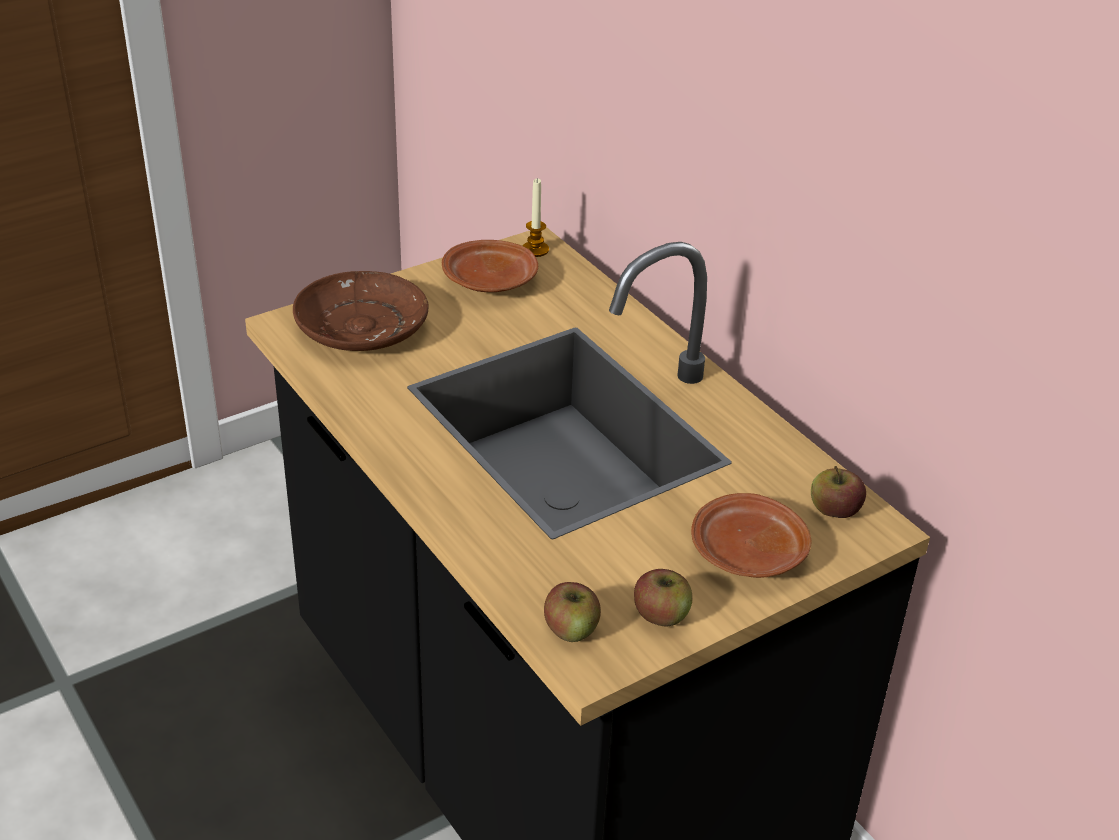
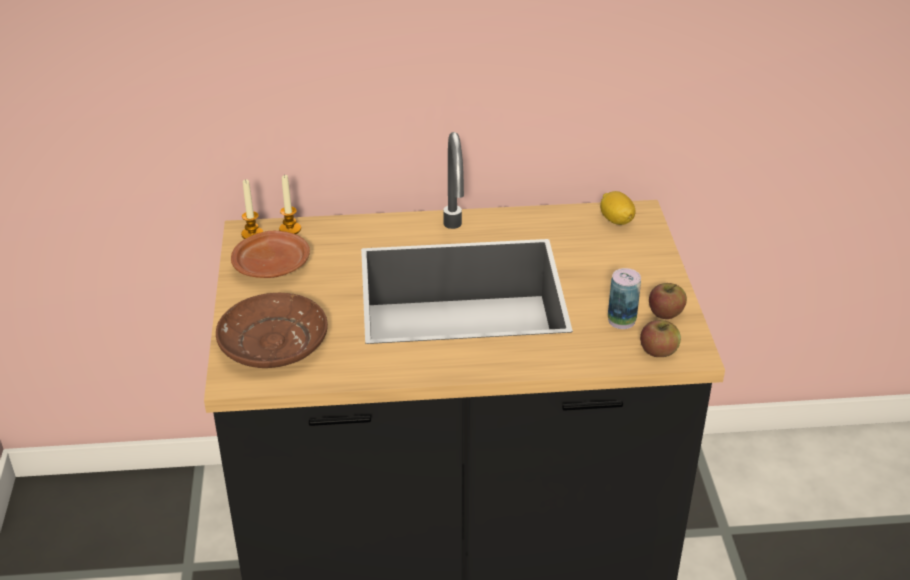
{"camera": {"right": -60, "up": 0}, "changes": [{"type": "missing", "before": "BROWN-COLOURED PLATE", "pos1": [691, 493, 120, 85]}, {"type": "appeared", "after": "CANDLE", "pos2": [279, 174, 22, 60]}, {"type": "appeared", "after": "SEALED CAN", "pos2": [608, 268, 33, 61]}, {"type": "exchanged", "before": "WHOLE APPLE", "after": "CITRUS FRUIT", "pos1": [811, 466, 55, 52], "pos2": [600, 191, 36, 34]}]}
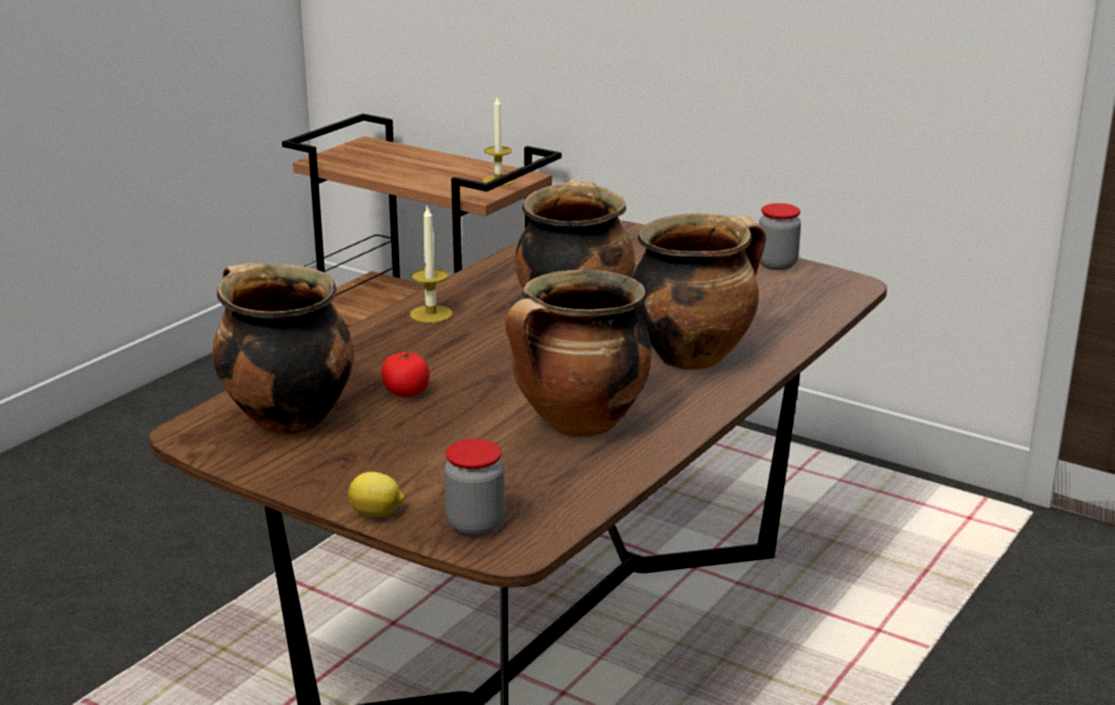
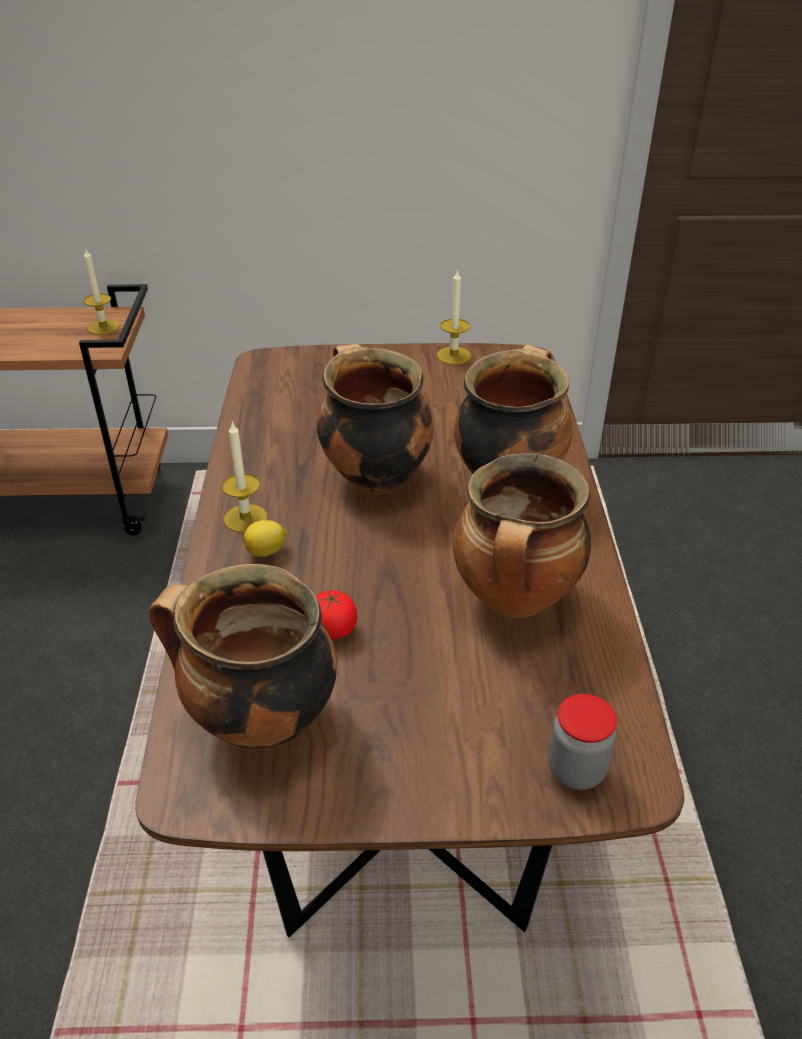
{"camera": {"right": -35, "up": 15}, "changes": [{"type": "relocated", "before": "CITRUS FRUIT", "pos1": [348, 472, 56, 45], "pos2": [243, 520, 44, 37]}, {"type": "exchanged", "before": "JAR", "after": "CANDLE", "pos1": [759, 203, 42, 67], "pos2": [437, 269, 34, 96]}]}
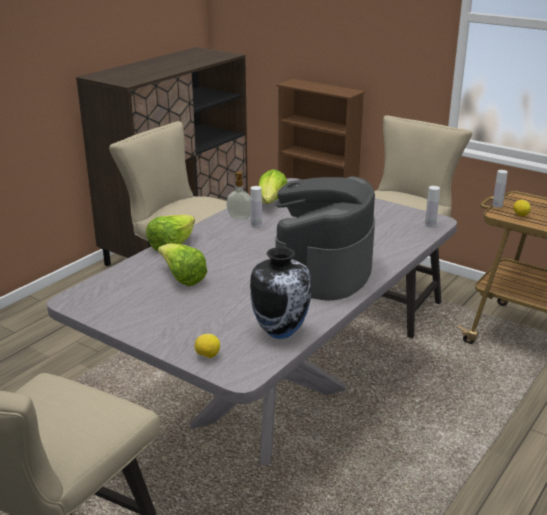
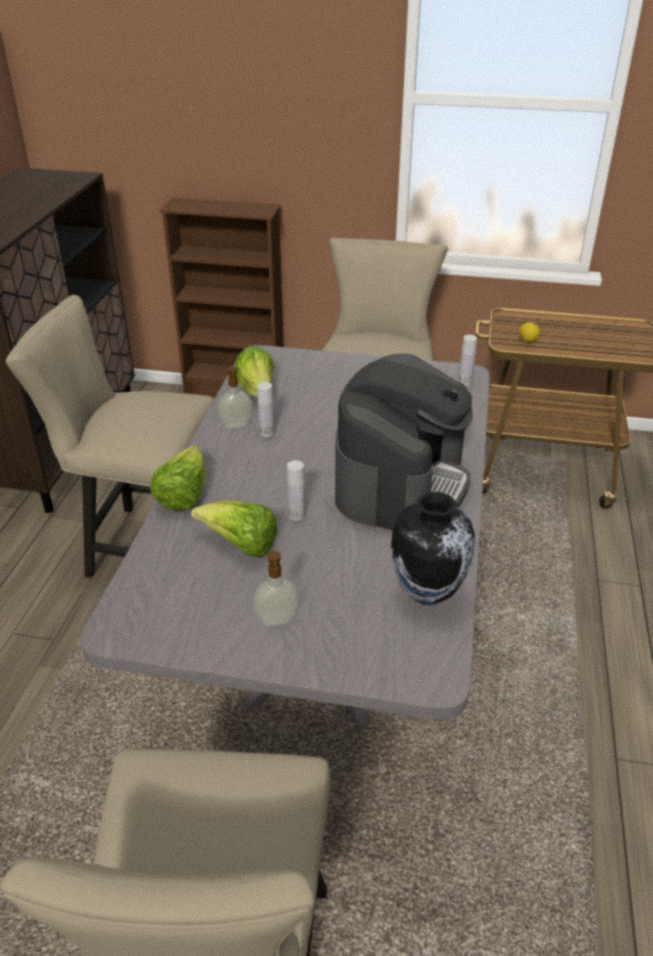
{"camera": {"right": -25, "up": 10}, "changes": [{"type": "missing", "before": "CITRUS FRUIT", "pos1": [195, 334, 25, 24]}, {"type": "appeared", "after": "LIQUID SOAP BOTTLE", "pos2": [252, 551, 49, 75]}, {"type": "relocated", "before": "WHITE BEVERAGE BOTTLE", "pos1": [492, 170, 16, 38], "pos2": [287, 460, 18, 61]}, {"type": "spun", "before": "COFFEE BREWER", "pos1": [275, 176, 100, 125], "pos2": [335, 354, 138, 177], "turn": -150}]}
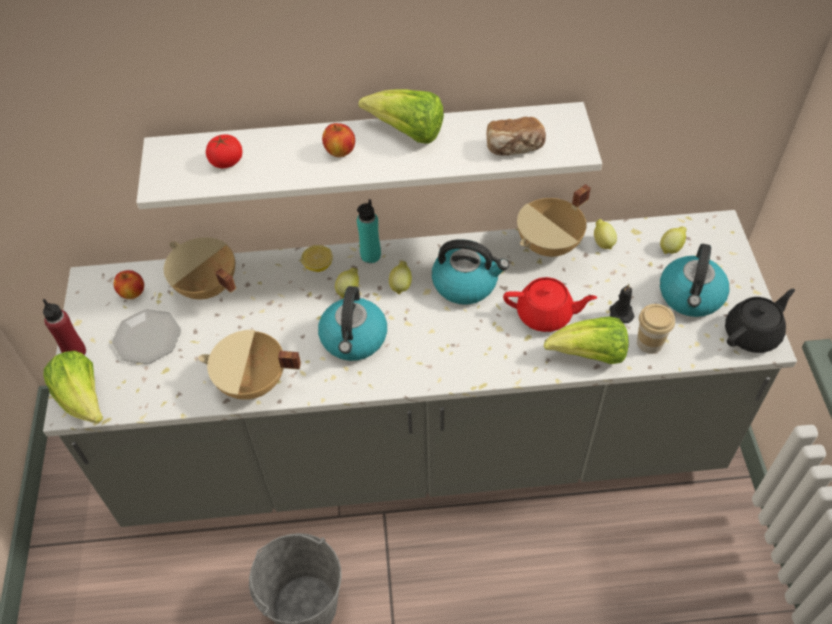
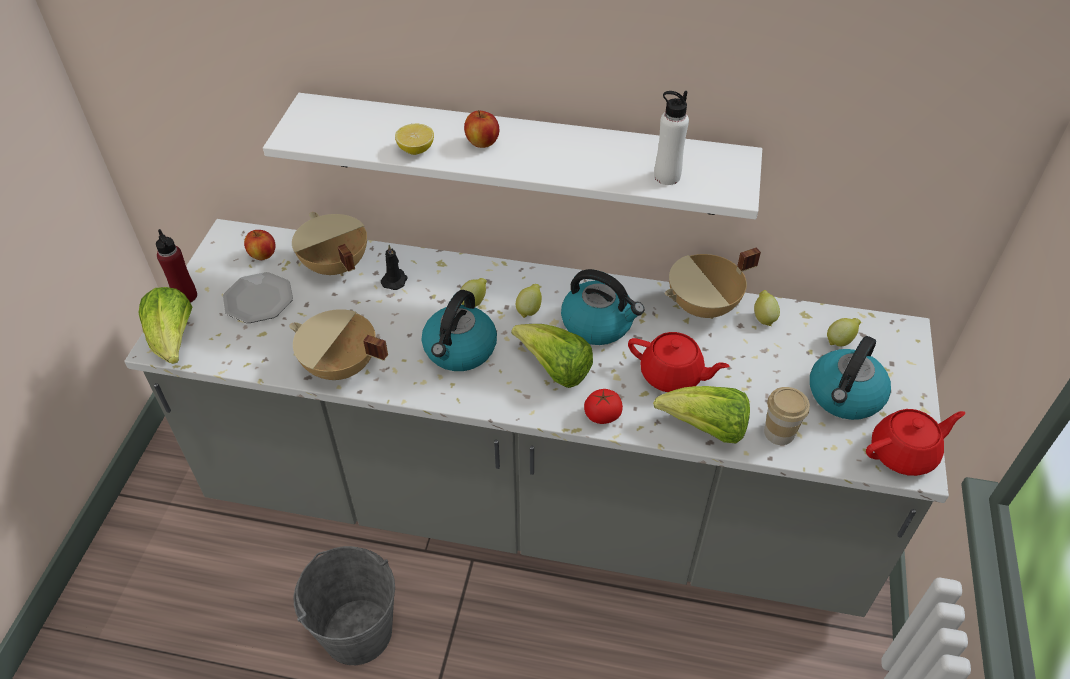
{"camera": {"right": 15, "up": -5}, "changes": [{"type": "missing", "before": "TURQUOISE BEVERAGE BOTTLE", "pos1": [357, 199, 24, 64]}, {"type": "relocated", "before": "WHOLE TOMATO", "pos1": [206, 134, 36, 34], "pos2": [584, 389, 39, 35]}, {"type": "relocated", "before": "CITRUS FRUIT", "pos1": [301, 245, 32, 27], "pos2": [395, 124, 39, 31]}, {"type": "relocated", "before": "LETTUCE", "pos1": [358, 89, 86, 55], "pos2": [511, 324, 82, 64]}, {"type": "relocated", "before": "BLACKISH CANDLE", "pos1": [610, 284, 25, 39], "pos2": [381, 245, 27, 45]}, {"type": "exchanged", "before": "BAKED BREAD", "after": "WHITE BEVERAGE BOTTLE", "pos1": [487, 117, 59, 39], "pos2": [654, 91, 35, 94]}, {"type": "colour", "before": "BLACKISH POT FOR TEA", "after": "RED-COLOURED POT FOR TEA", "pos1": [725, 289, 70, 64], "pos2": [866, 409, 99, 67]}]}
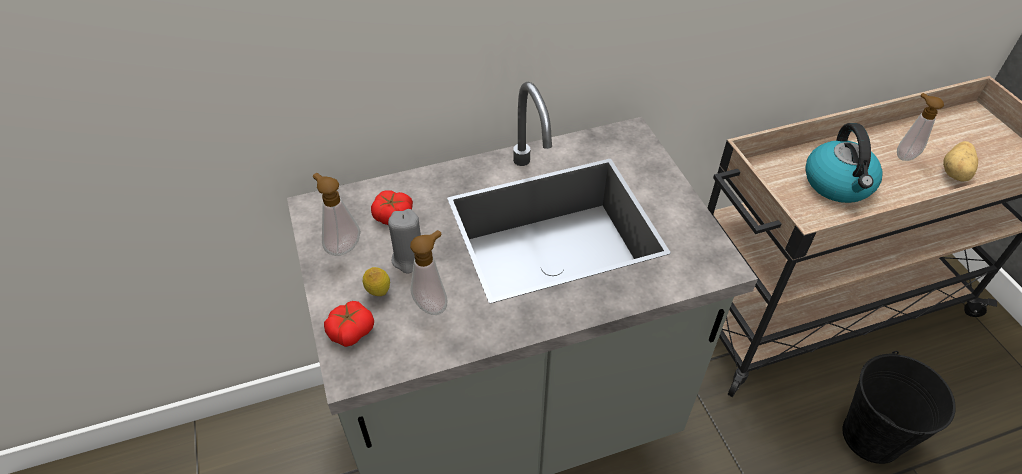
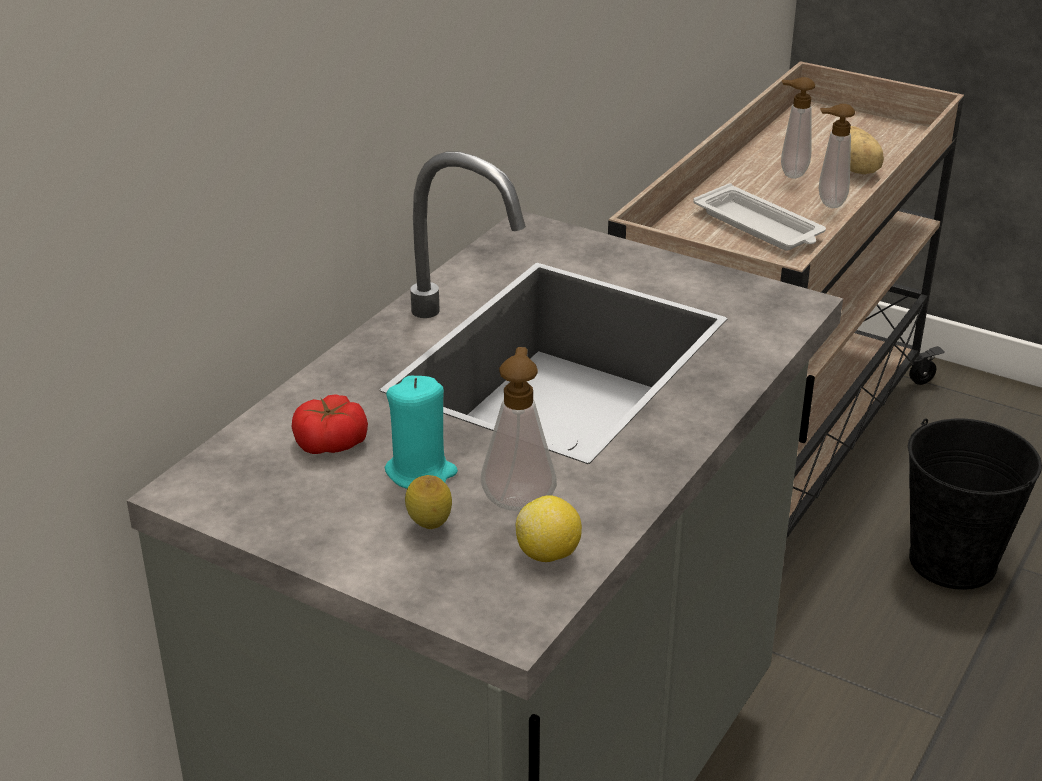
{"camera": {"right": -40, "up": -15}, "changes": [{"type": "missing", "before": "WHOLE TOMATO", "pos1": [324, 301, 50, 46]}, {"type": "appeared", "after": "CITRUS FRUIT", "pos2": [516, 496, 66, 66]}, {"type": "relocated", "before": "LIQUID SOAP BOTTLE", "pos1": [313, 173, 48, 83], "pos2": [819, 104, 36, 104]}, {"type": "exchanged", "before": "WATER KETTLE", "after": "WHITE CARRYING TRAY", "pos1": [806, 123, 77, 80], "pos2": [693, 183, 133, 67]}, {"type": "colour", "before": "GRAY CANDLE", "after": "TURQUOISE CANDLE", "pos1": [388, 209, 33, 65], "pos2": [385, 376, 73, 113]}]}
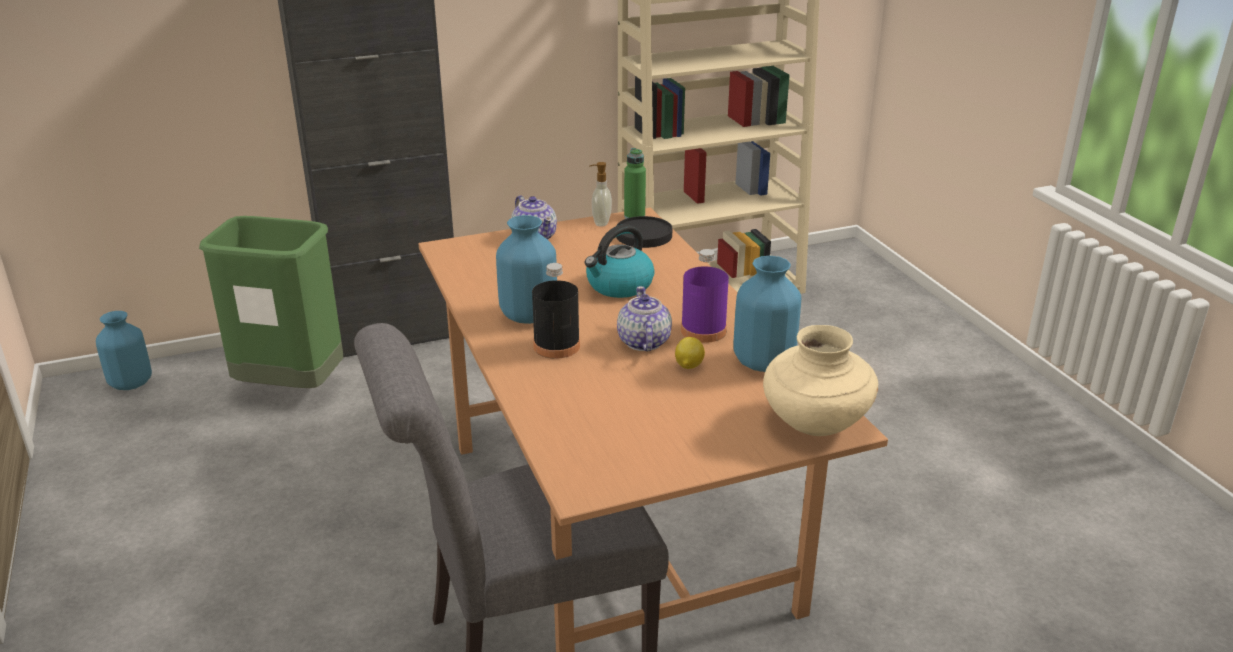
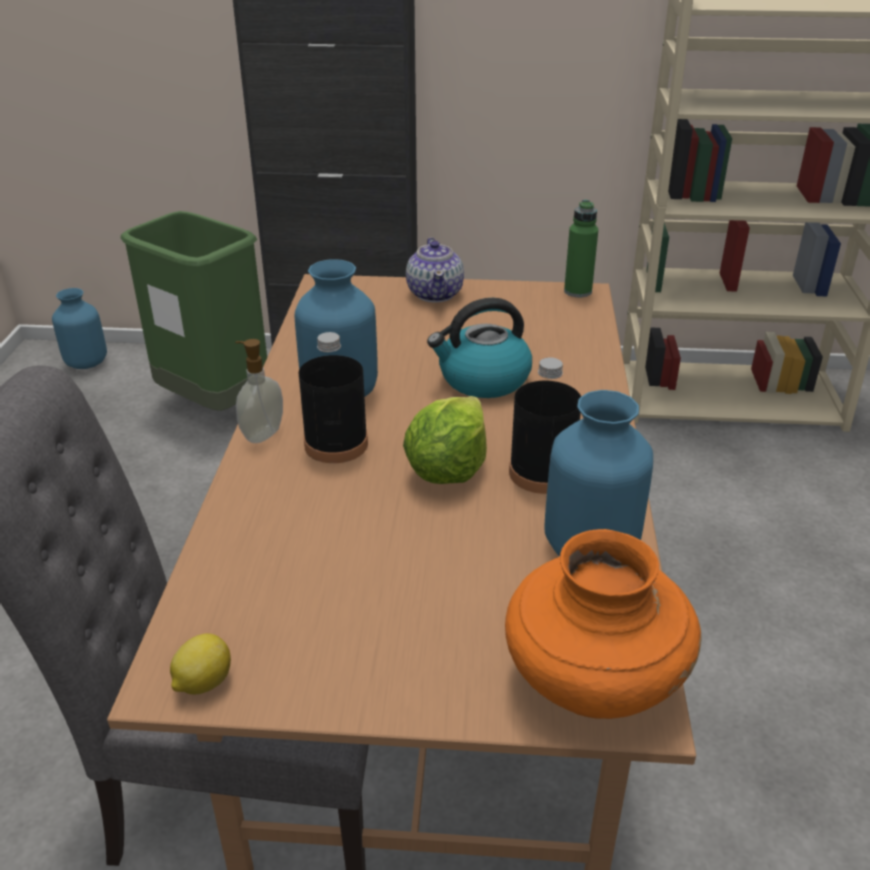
{"camera": {"right": 25, "up": 5}, "changes": [{"type": "missing", "before": "BLACKISH PLATE", "pos1": [616, 216, 56, 32]}, {"type": "relocated", "before": "LIQUID SOAP BOTTLE", "pos1": [589, 162, 23, 65], "pos2": [235, 339, 48, 104]}, {"type": "relocated", "before": "CITRUS FRUIT", "pos1": [675, 337, 30, 32], "pos2": [170, 633, 61, 62]}, {"type": "exchanged", "before": "POT FOR TEA", "after": "LETTUCE", "pos1": [617, 286, 55, 66], "pos2": [403, 396, 84, 88]}, {"type": "colour", "before": "PURPLISH BEVERAGE BOTTLE", "after": "BLACKISH BEVERAGE BOTTLE", "pos1": [681, 249, 48, 94], "pos2": [509, 358, 72, 136]}, {"type": "colour", "before": "SAND-COLOURED FLOWER VASE", "after": "ORANGE FLOWER VASE", "pos1": [763, 325, 115, 111], "pos2": [505, 529, 196, 190]}]}
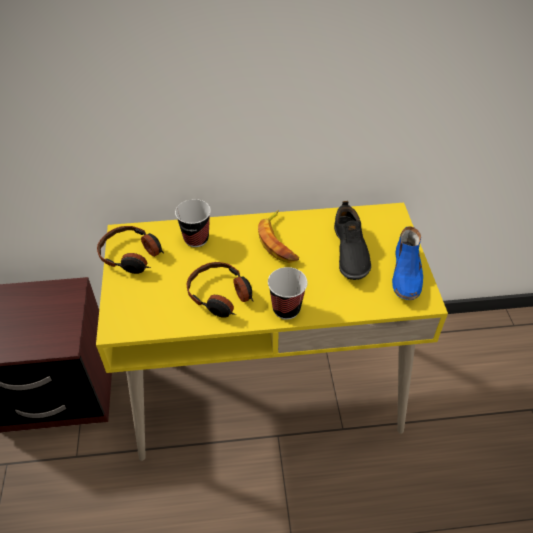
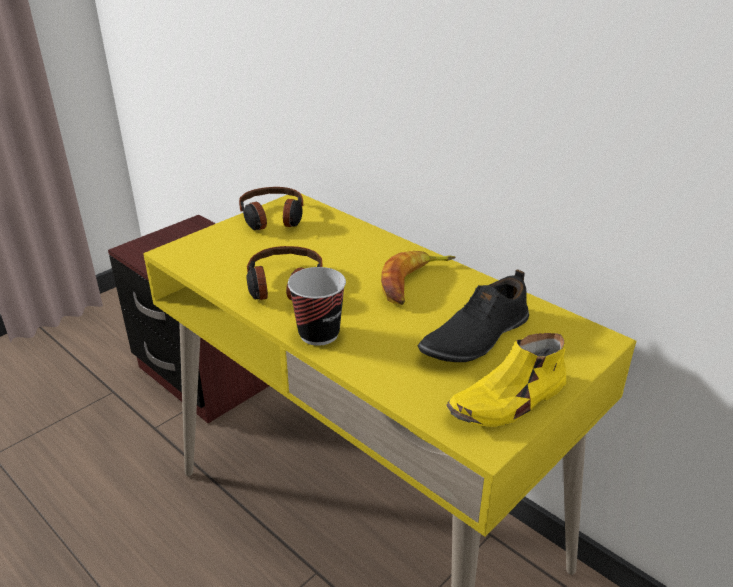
{"camera": {"right": 50, "up": -15}, "changes": [{"type": "missing", "before": "SMALL CUP", "pos1": [175, 199, 36, 48]}, {"type": "colour", "before": "BLUISH LOW SHOE", "after": "YELLOW LOW SHOE", "pos1": [392, 226, 31, 74], "pos2": [445, 333, 121, 94]}]}
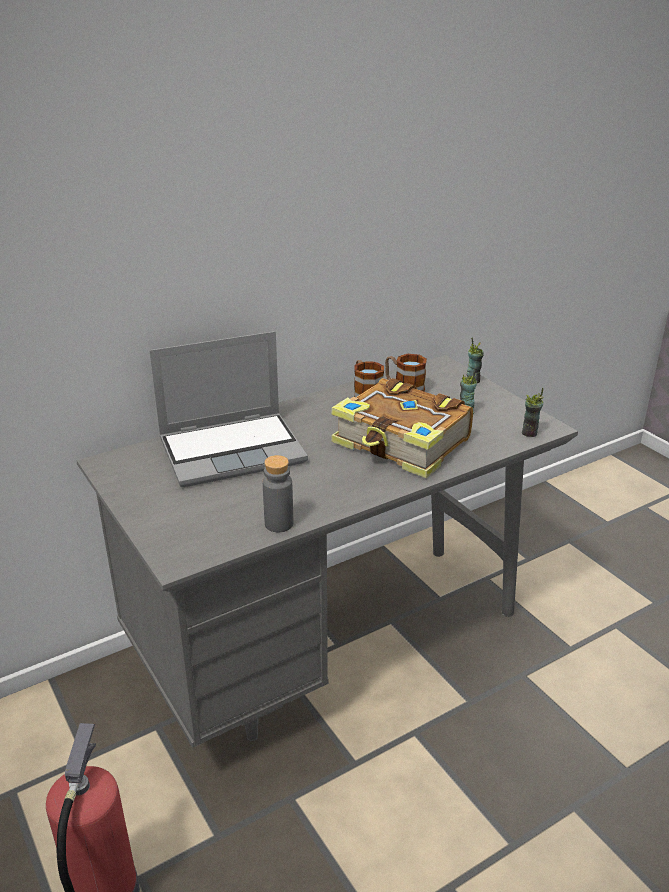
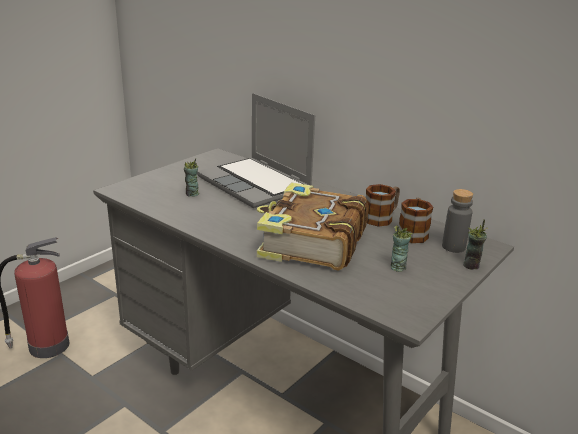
{"camera": {"right": 70, "up": -5}, "changes": [{"type": "relocated", "before": "GRAY BEVERAGE BOTTLE", "pos1": [263, 455, 30, 77], "pos2": [442, 189, 31, 64]}, {"type": "relocated", "before": "SMALL CUP", "pos1": [522, 388, 21, 49], "pos2": [184, 158, 15, 39]}]}
